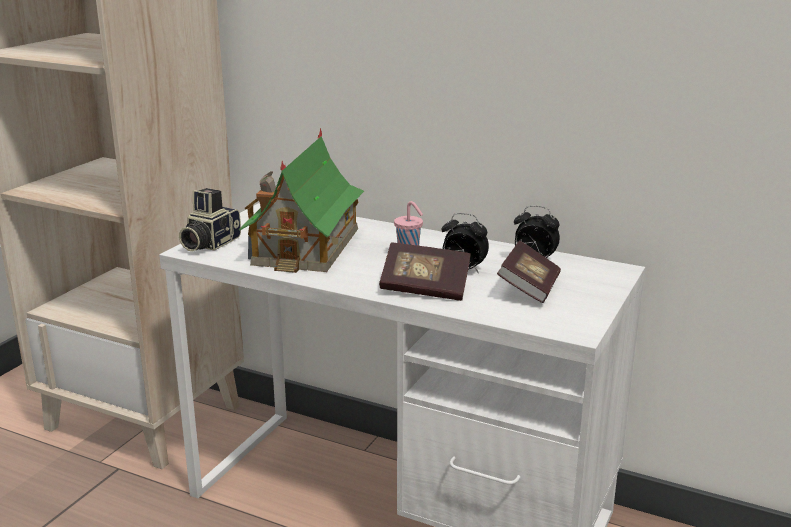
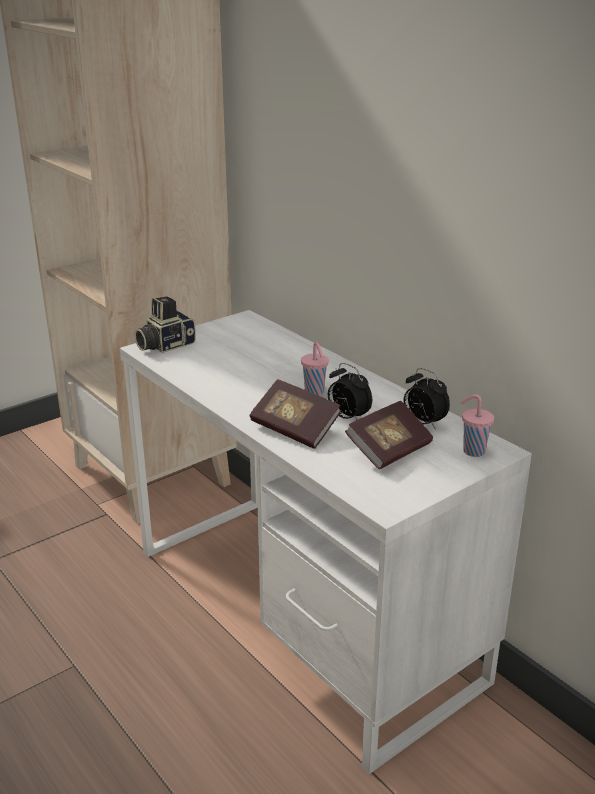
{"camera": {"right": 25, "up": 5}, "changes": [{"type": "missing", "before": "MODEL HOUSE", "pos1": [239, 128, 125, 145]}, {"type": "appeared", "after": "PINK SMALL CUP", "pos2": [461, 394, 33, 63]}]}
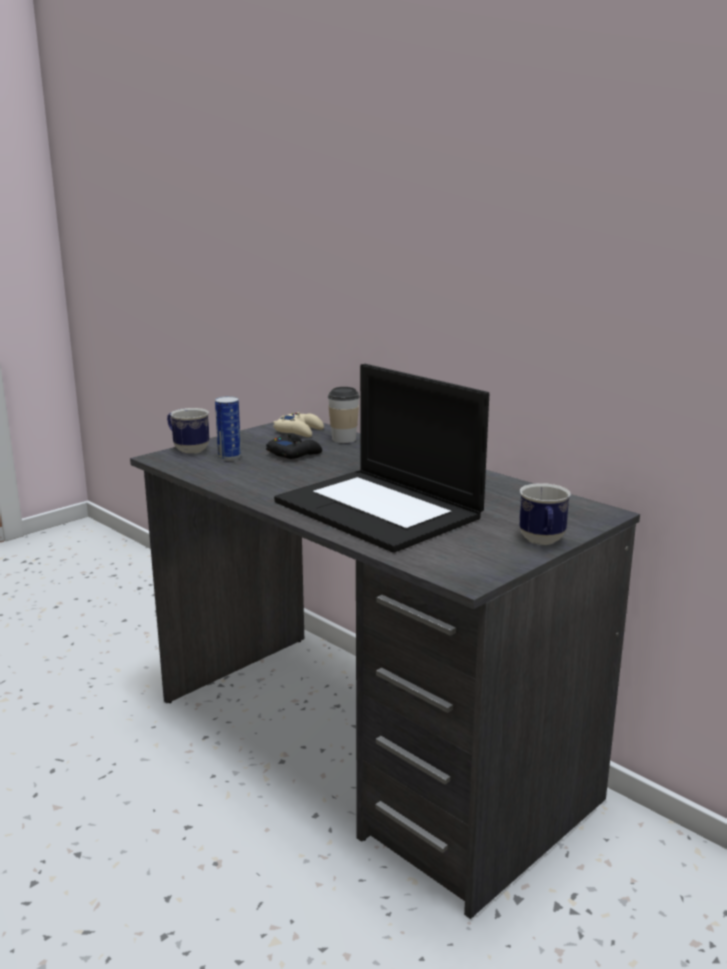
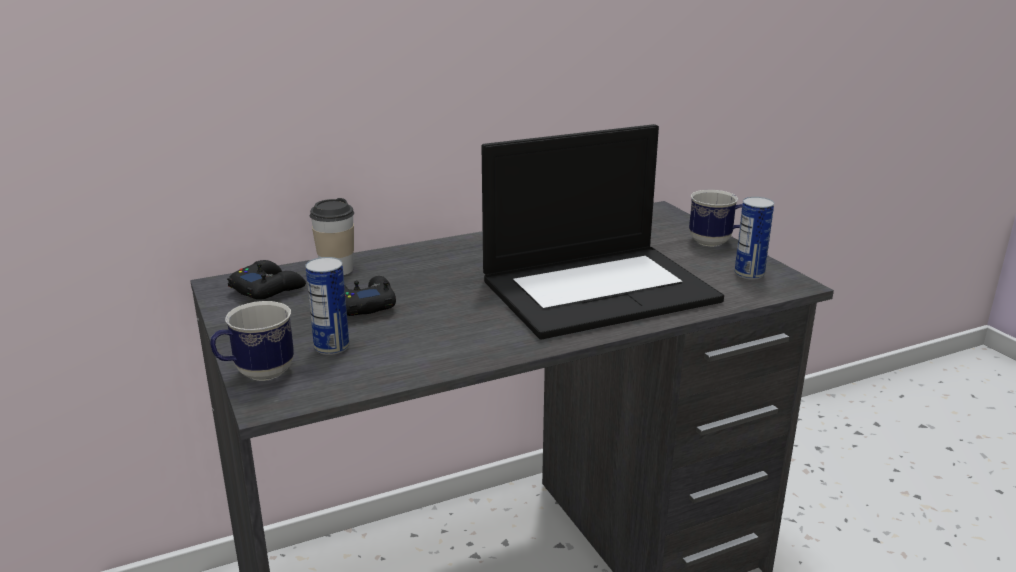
{"camera": {"right": -70, "up": 5}, "changes": [{"type": "appeared", "after": "SEALED CAN", "pos2": [735, 197, 39, 83]}, {"type": "colour", "before": "SAND-COLOURED JOYPAD", "after": "BLACKISH JOYPAD", "pos1": [273, 412, 51, 25], "pos2": [227, 260, 79, 40]}]}
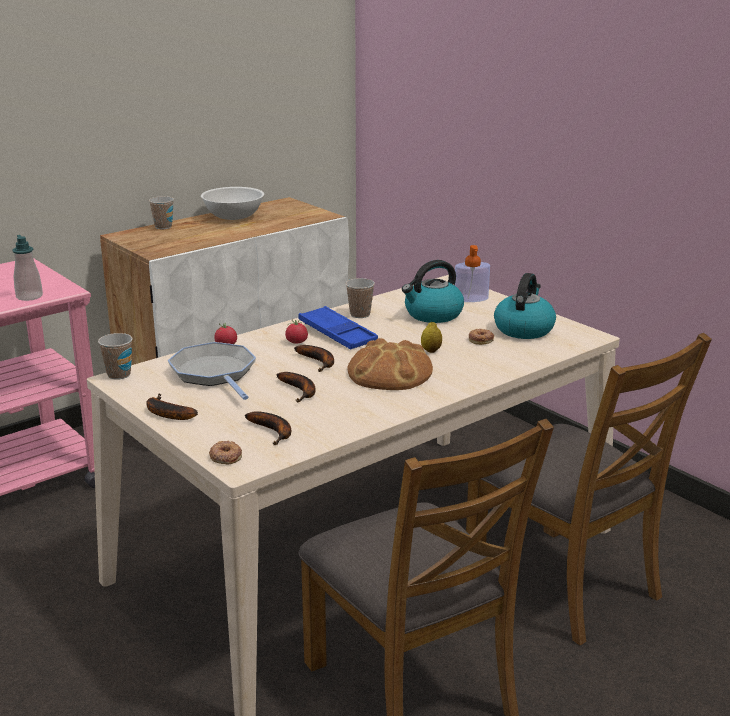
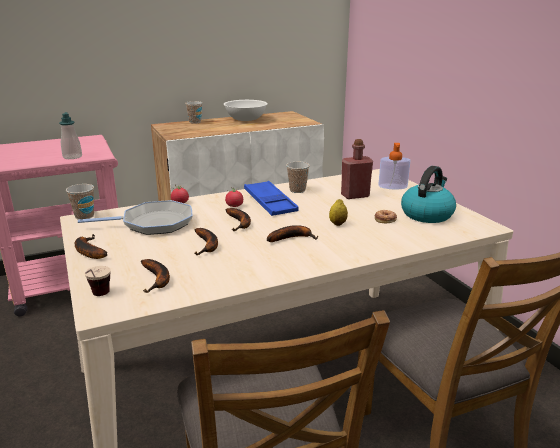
{"camera": {"right": 15, "up": 0}, "changes": [{"type": "exchanged", "before": "RING DOUGHNUT", "after": "SMALL CUP", "pos1": [209, 440, 33, 24], "pos2": [85, 266, 26, 30]}, {"type": "exchanged", "before": "BAKED BREAD", "after": "BANANA", "pos1": [347, 338, 86, 52], "pos2": [267, 225, 51, 17]}, {"type": "exchanged", "before": "WATER KETTLE", "after": "RED-COLOURED BEVERAGE BOTTLE", "pos1": [402, 260, 62, 63], "pos2": [341, 139, 32, 60]}, {"type": "spun", "before": "PAN", "pos1": [168, 342, 88, 58], "pos2": [78, 200, 115, 35], "turn": 90}]}
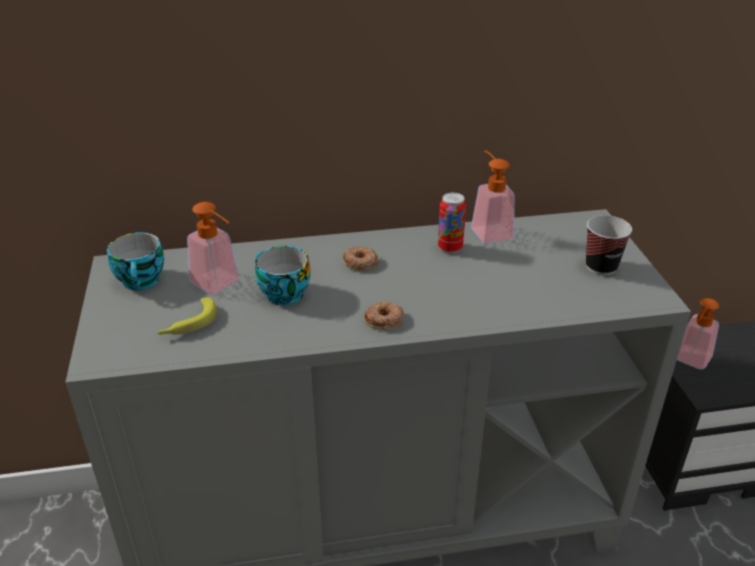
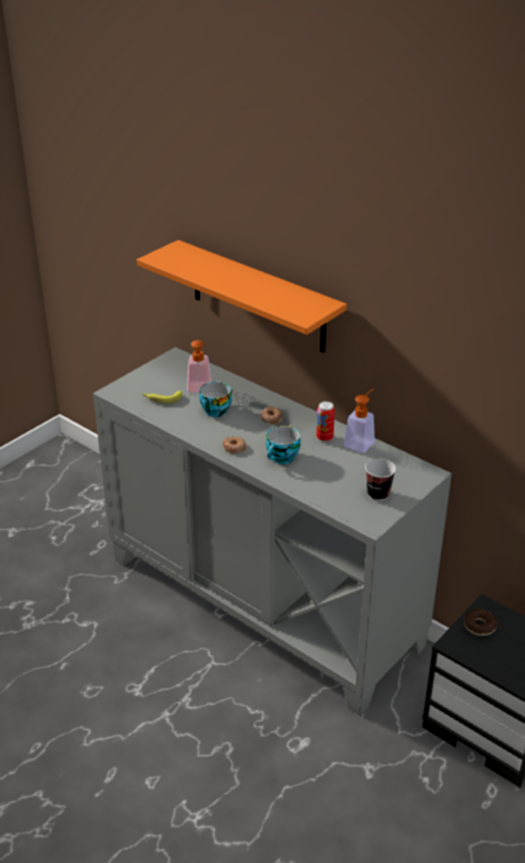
{"camera": {"right": 50, "up": 0}, "changes": [{"type": "appeared", "after": "ORANGE BRACKET SHELF", "pos2": [137, 240, 210, 113]}, {"type": "relocated", "before": "SMALL CUP", "pos1": [107, 232, 57, 58], "pos2": [266, 426, 35, 38]}, {"type": "exchanged", "before": "LIQUID SOAP BOTTLE", "after": "RING DOUGHNUT", "pos1": [677, 298, 42, 72], "pos2": [464, 609, 33, 27]}]}
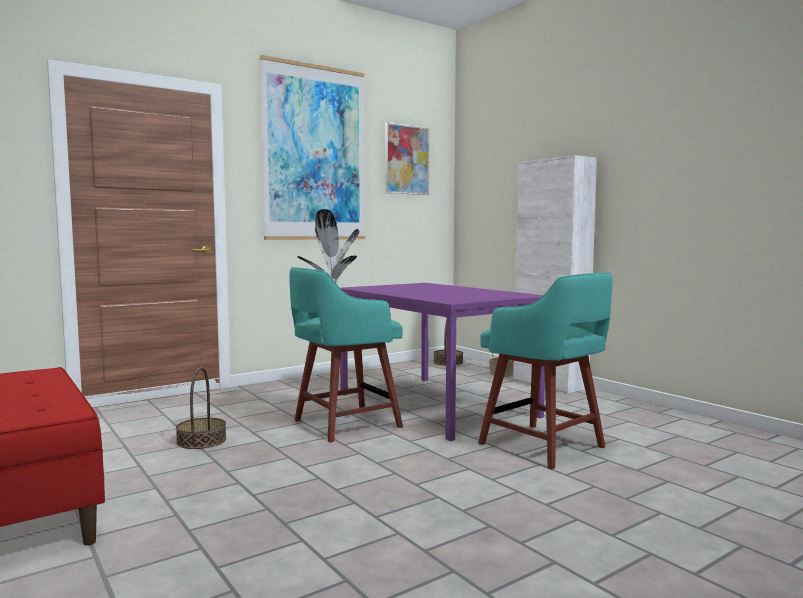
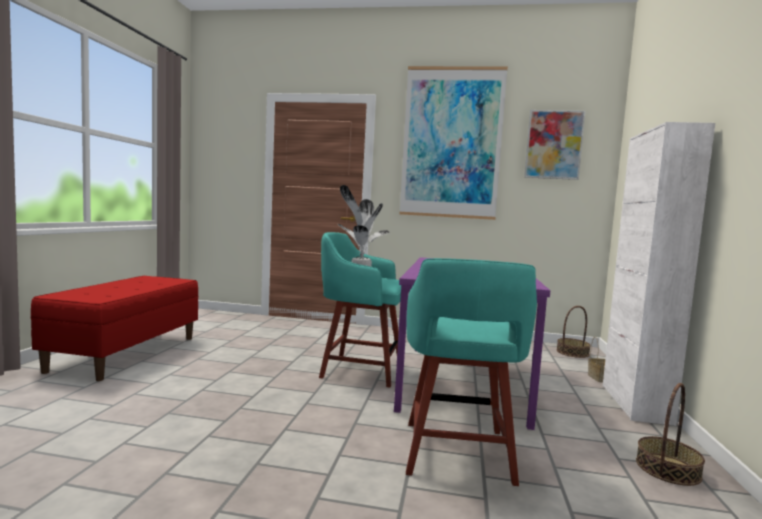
{"camera": {"right": 45, "up": 0}, "changes": [{"type": "relocated", "before": "HOUSEHOLD BASKET", "pos1": [176, 367, 50, 82], "pos2": [636, 383, 69, 103]}]}
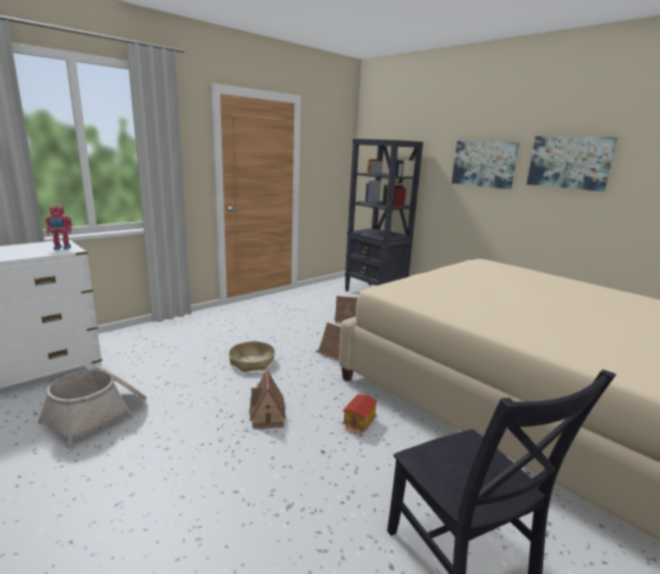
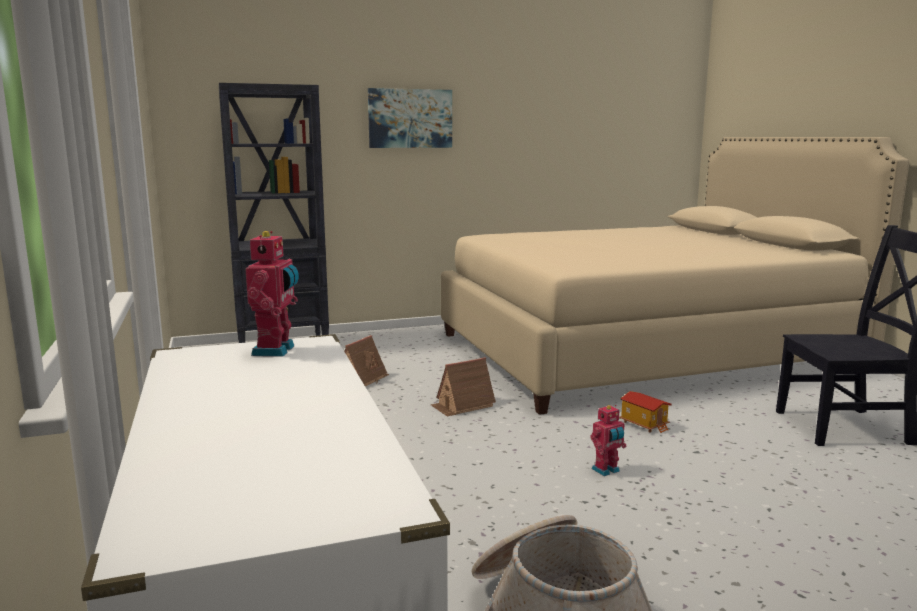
{"camera": {"right": -65, "up": -5}, "changes": [{"type": "missing", "before": "HOUSEHOLD BASKET", "pos1": [229, 341, 46, 31]}, {"type": "missing", "before": "WALL ART", "pos1": [527, 136, 91, 56]}, {"type": "exchanged", "before": "MODEL HOUSE", "after": "ROBOT FIGURE", "pos1": [249, 368, 37, 61], "pos2": [590, 405, 36, 71]}]}
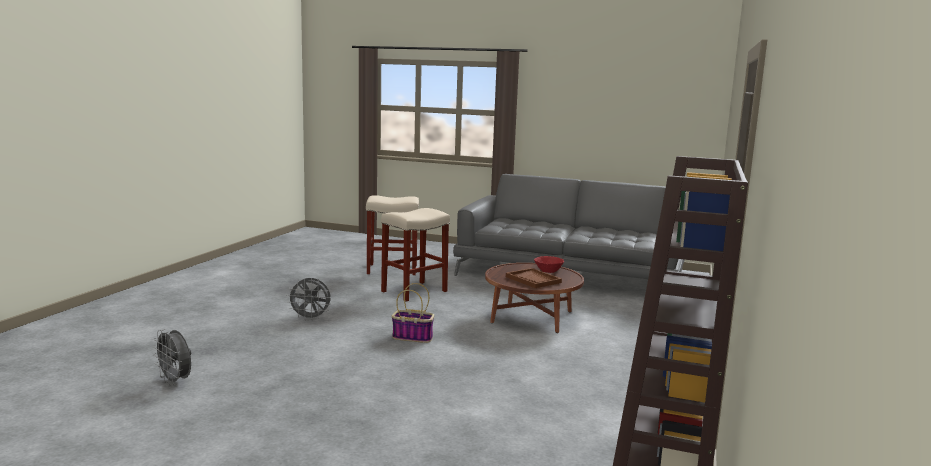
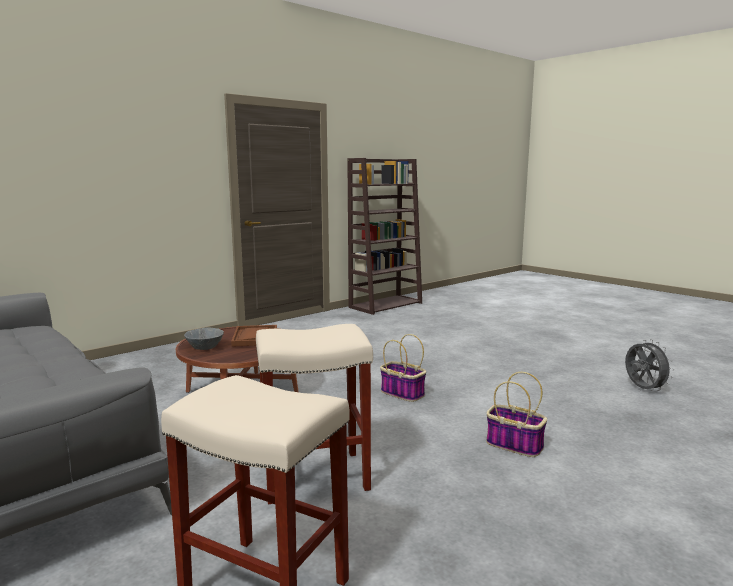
{"camera": {"right": -150, "up": 0}, "changes": [{"type": "exchanged", "before": "GRAY COOLING FAN", "after": "HOUSEHOLD BASKET", "pos1": [287, 278, 44, 43], "pos2": [486, 372, 61, 85]}, {"type": "colour", "before": "RED-COLOURED DEEP DISH", "after": "GRAY DEEP DISH", "pos1": [534, 256, 30, 17], "pos2": [184, 328, 40, 22]}]}
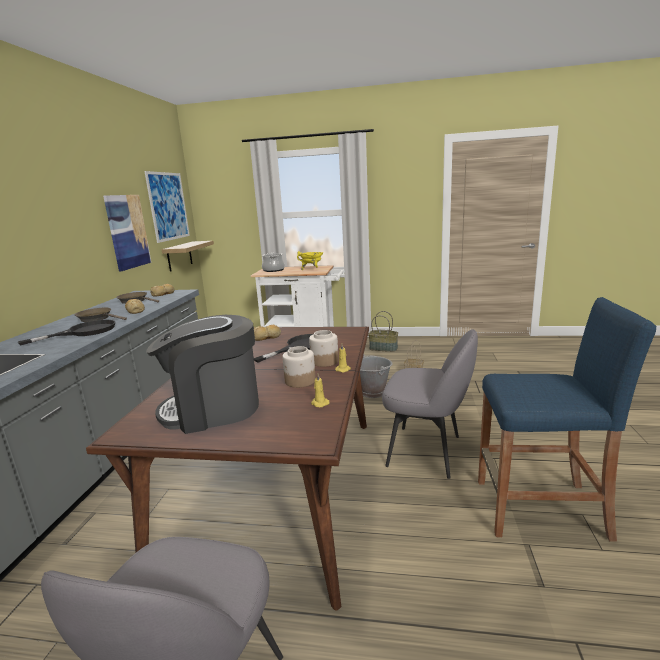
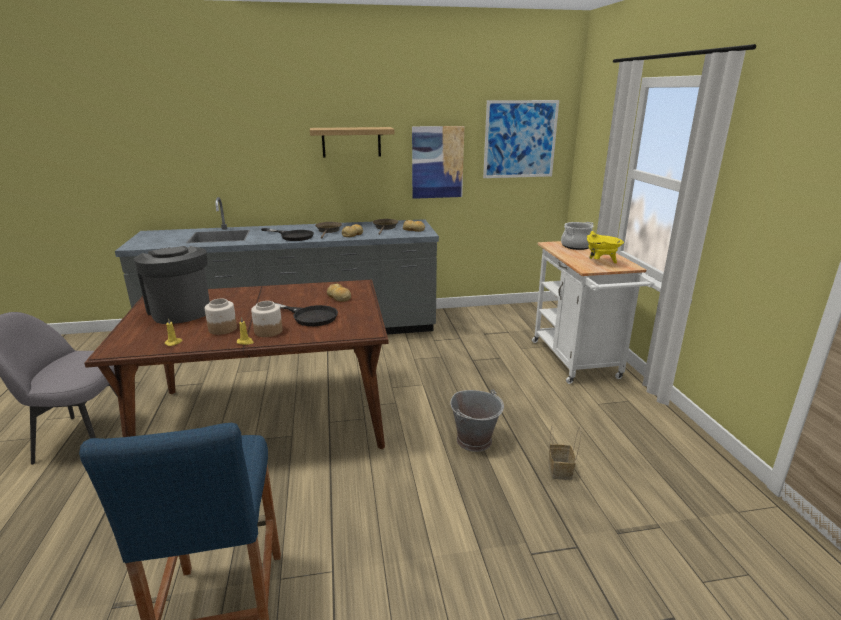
{"camera": {"right": 70, "up": 5}, "changes": [{"type": "missing", "before": "HOUSEHOLD BASKET", "pos1": [368, 311, 30, 41]}, {"type": "missing", "before": "GRAY UPRIGHT CHAIR", "pos1": [382, 329, 96, 150]}, {"type": "relocated", "before": "BRACKET SHELF", "pos1": [161, 241, 53, 31], "pos2": [310, 127, 84, 31]}]}
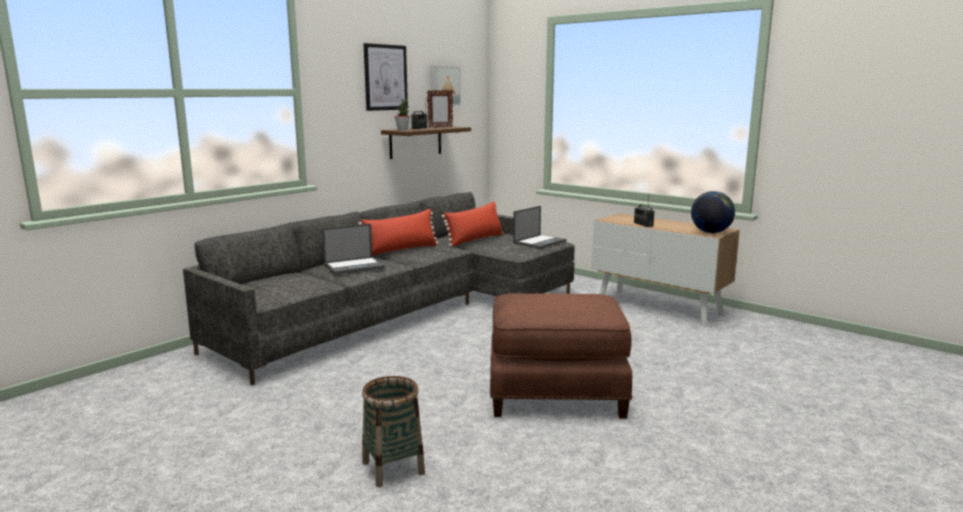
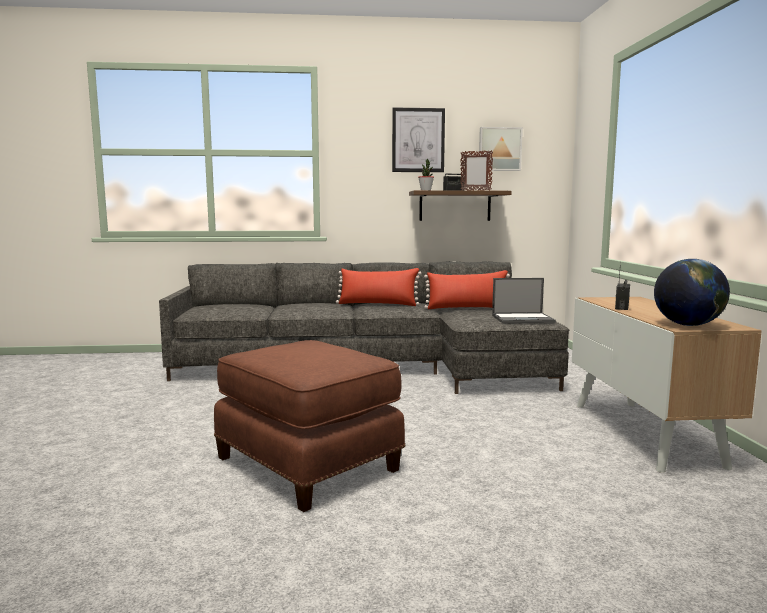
{"camera": {"right": 45, "up": -5}, "changes": [{"type": "missing", "before": "PORTABLE COMPUTER", "pos1": [322, 224, 63, 51]}, {"type": "missing", "before": "HOUSEHOLD BASKET", "pos1": [362, 376, 63, 111]}]}
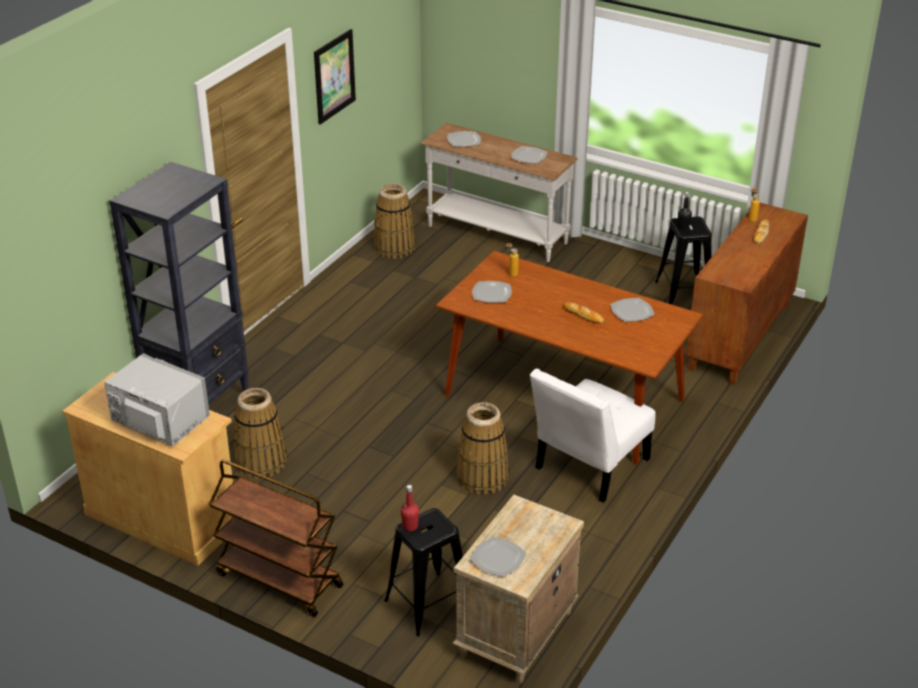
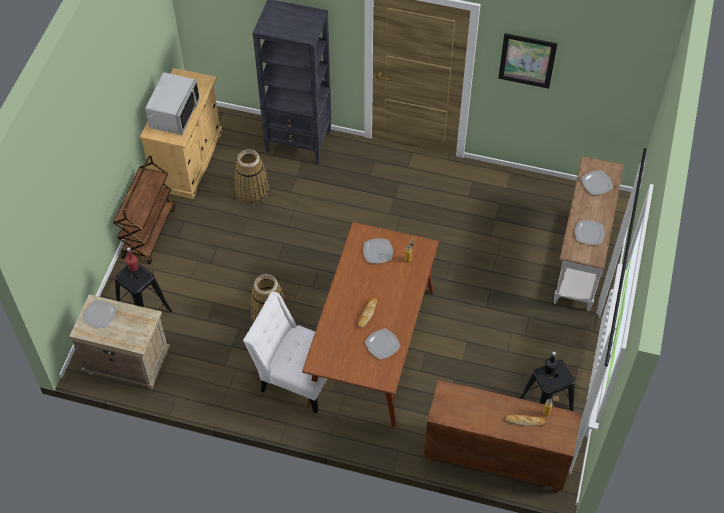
{"camera": {"right": 75, "up": 20}, "changes": [{"type": "missing", "before": "HOUSEHOLD BASKET", "pos1": [373, 183, 43, 76]}]}
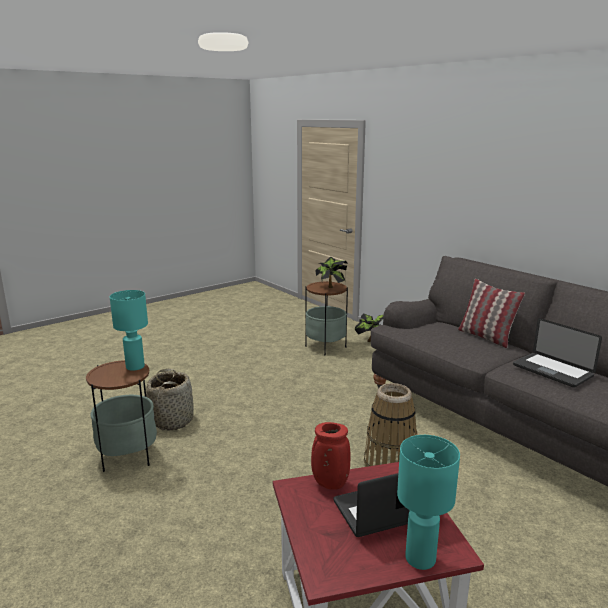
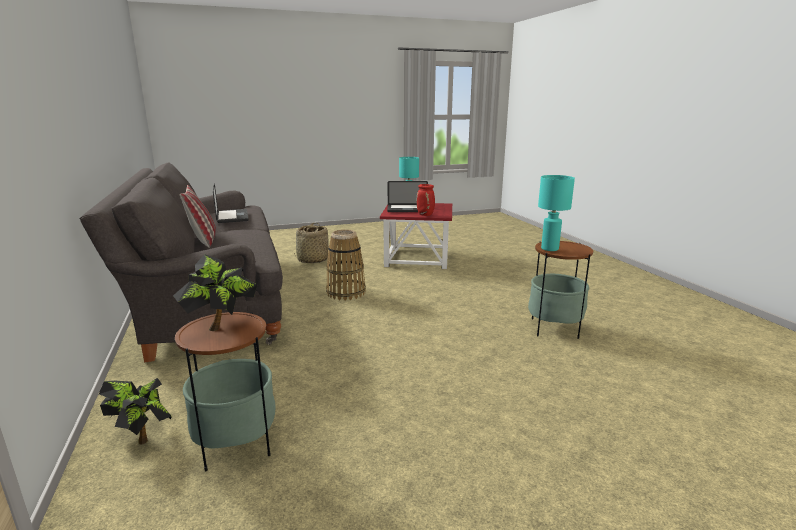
{"camera": {"right": -160, "up": 0}, "changes": [{"type": "relocated", "before": "HOUSEHOLD BASKET", "pos1": [146, 369, 48, 61], "pos2": [294, 223, 34, 40]}]}
